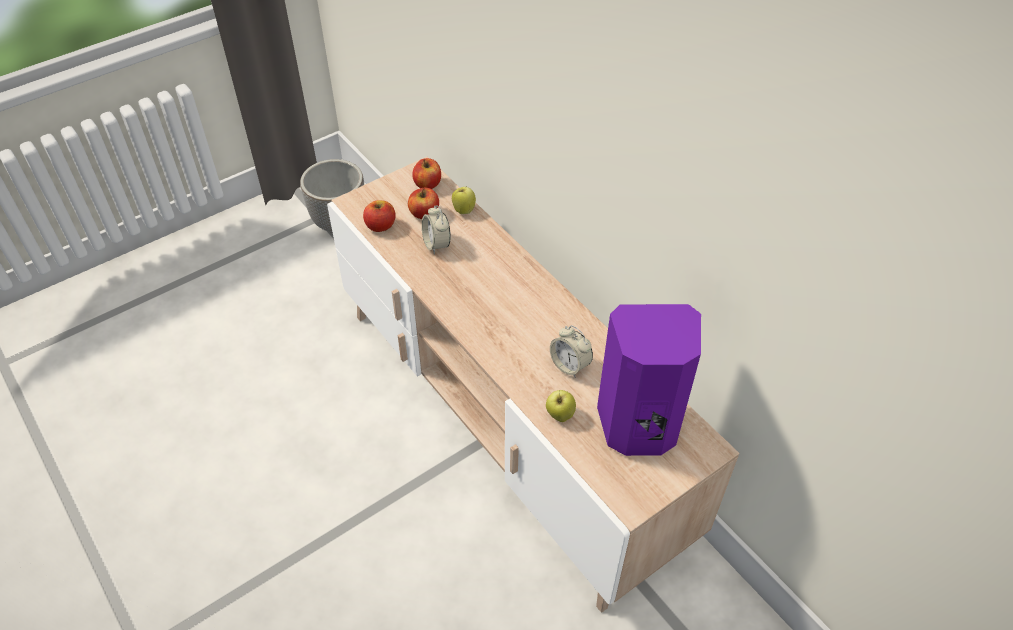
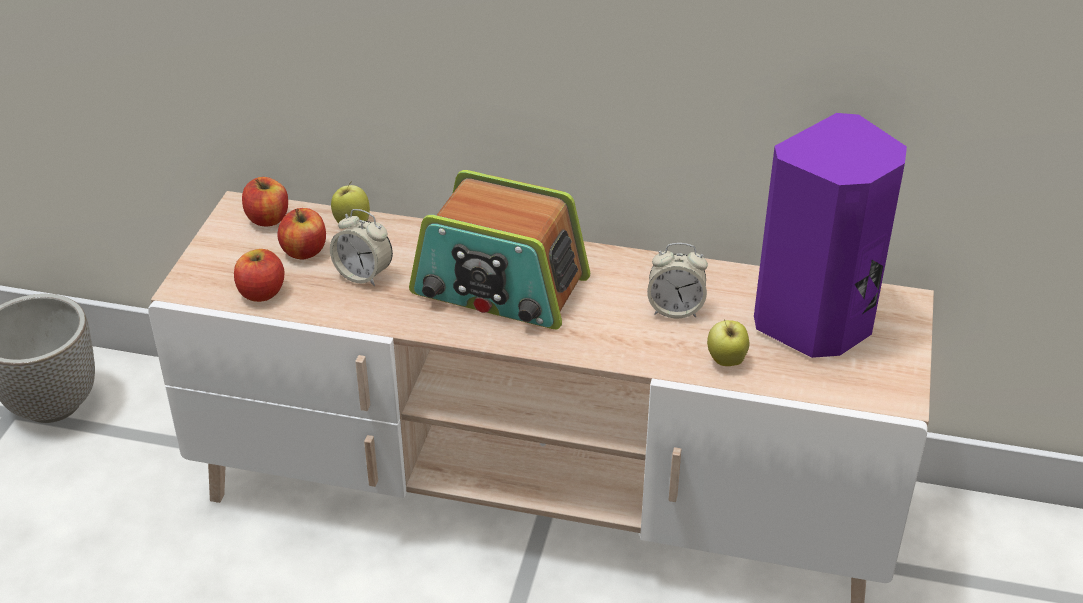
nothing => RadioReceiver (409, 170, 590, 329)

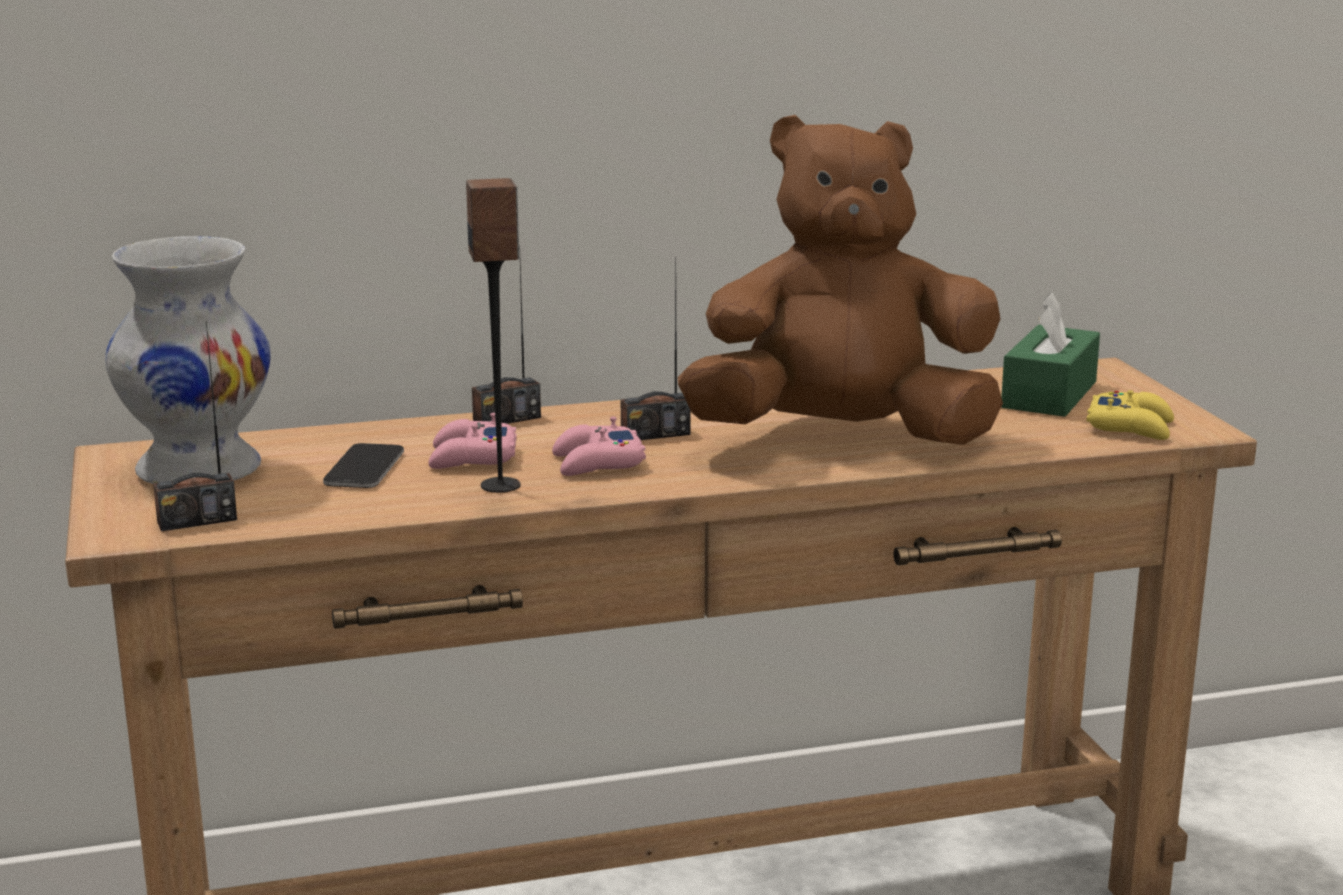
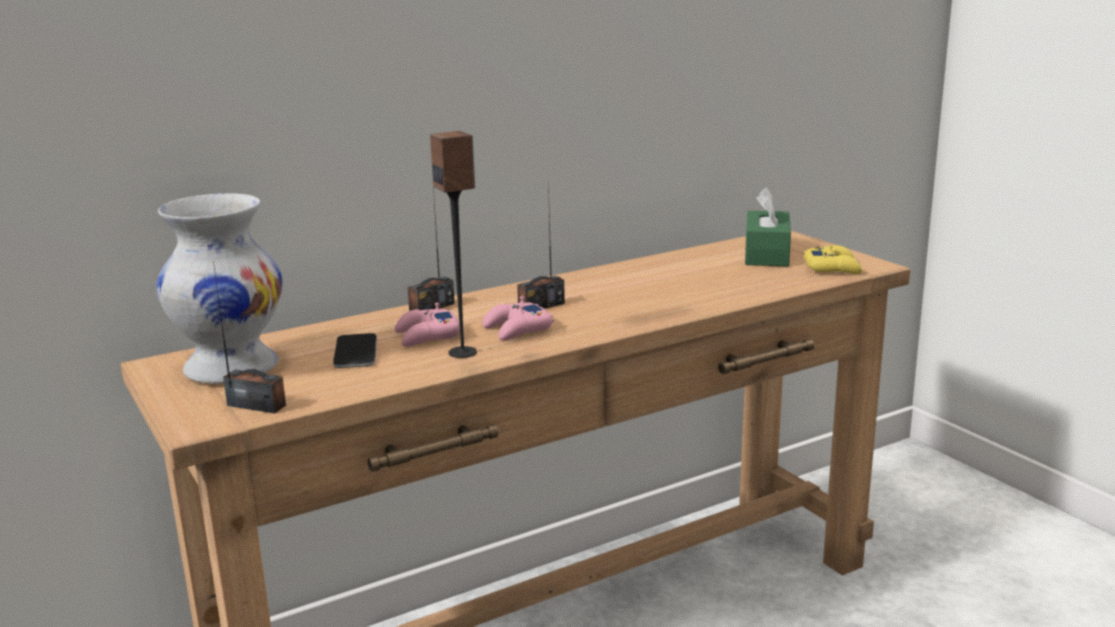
RadioReceiver (153, 321, 237, 531) => RadioReceiver (213, 261, 286, 414), 120 degrees counterclockwise
BrownColouredSoftToy (678, 115, 1003, 445) => nothing

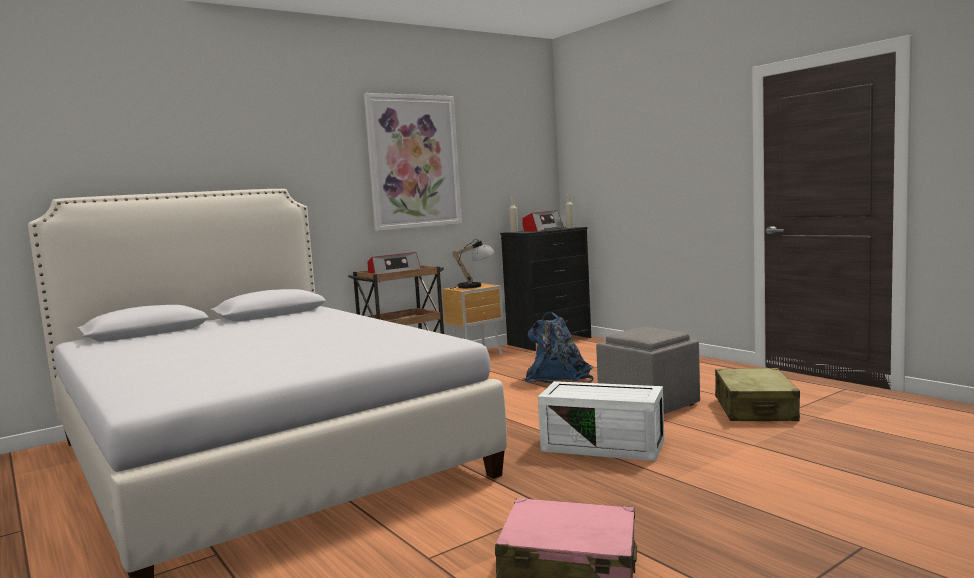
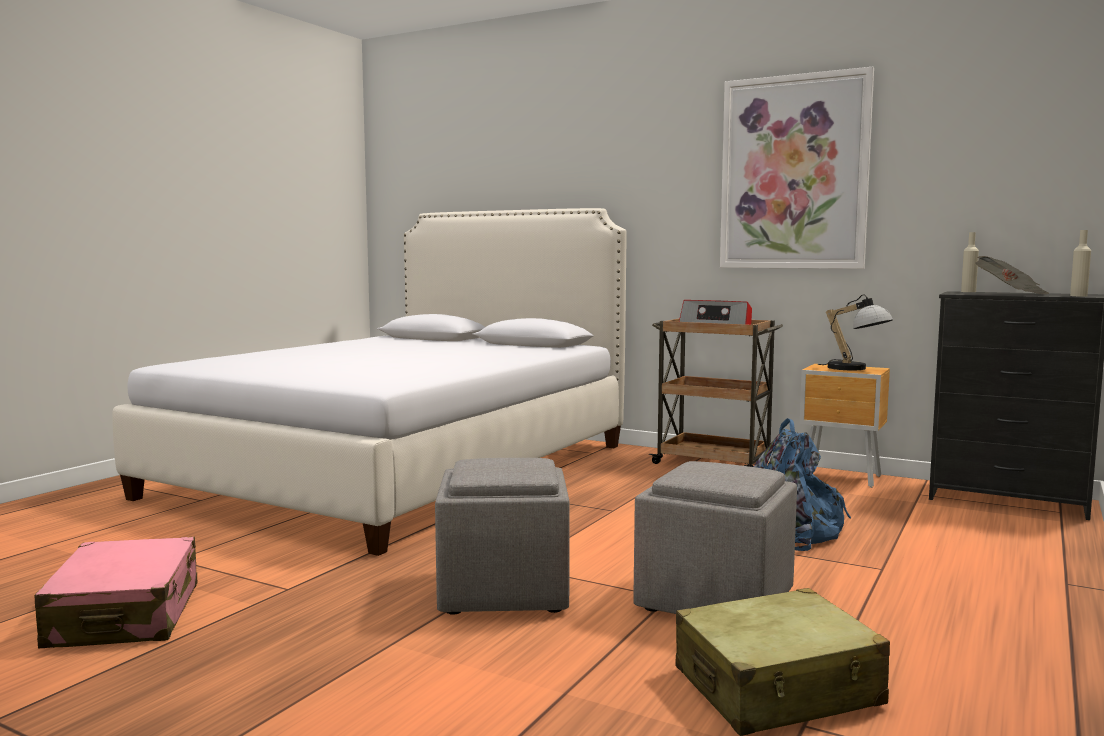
RadioReceiver (522, 210, 564, 232) => DailyPaper (975, 256, 1049, 294)
WhitishStorageContainer (538, 381, 664, 461) => GreyFootrest (435, 458, 570, 615)

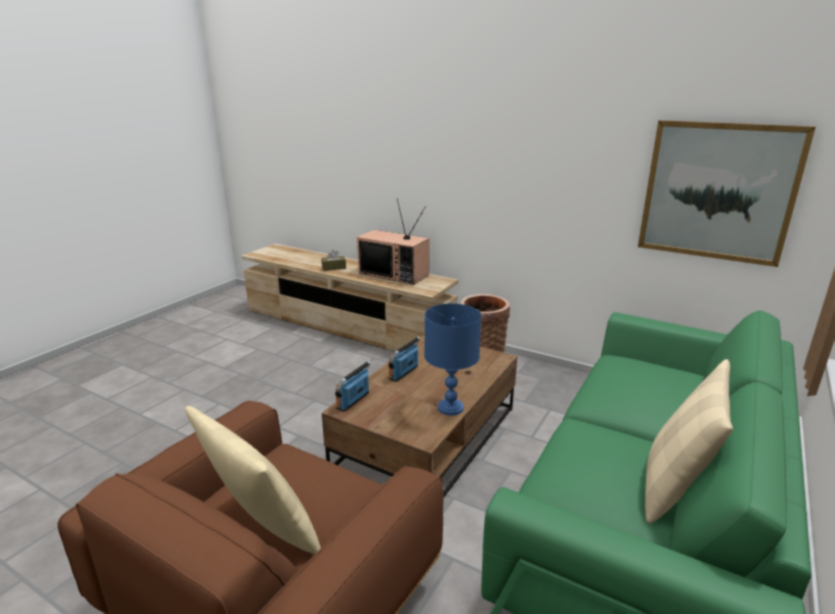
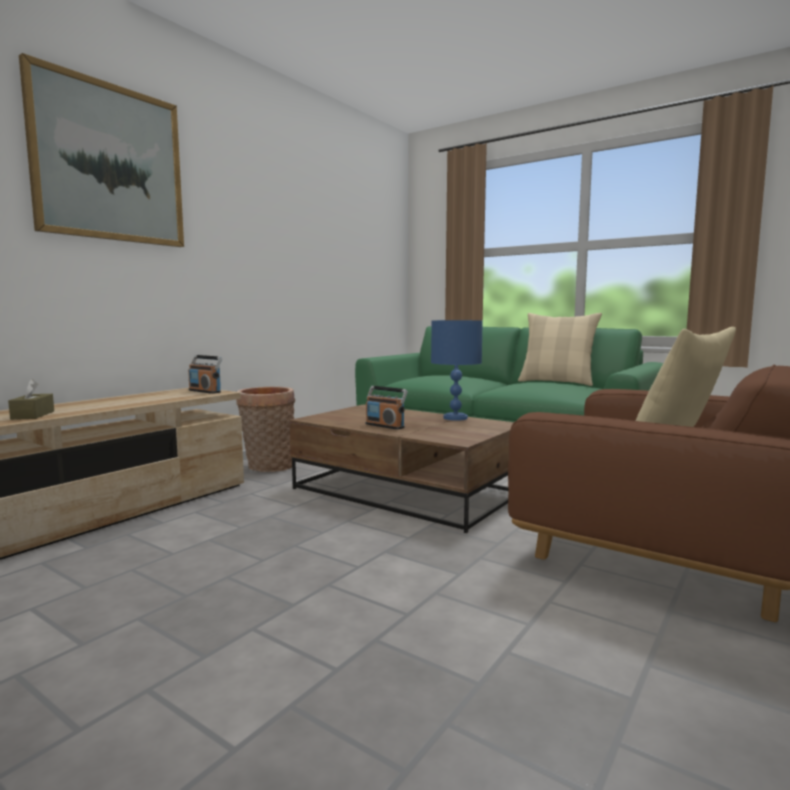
RadioReceiver (335, 361, 371, 412) => RadioReceiver (188, 355, 222, 394), relocated
Tv (357, 199, 429, 285) => nothing
WallPicture (638, 120, 816, 267) => WallPicture (19, 53, 184, 247), relocated

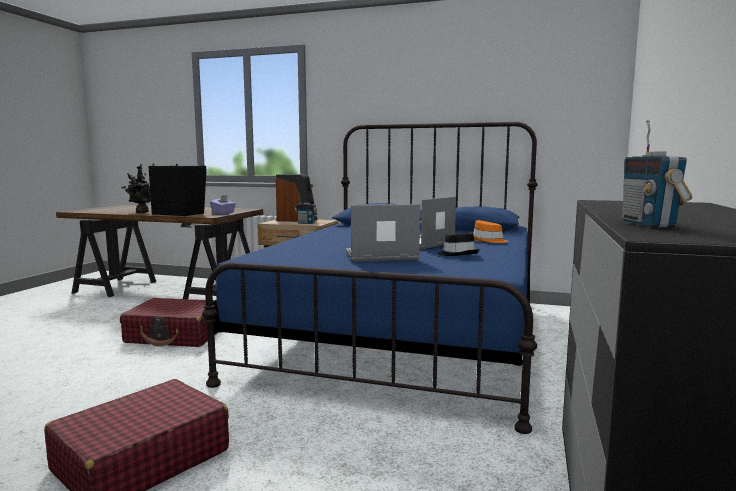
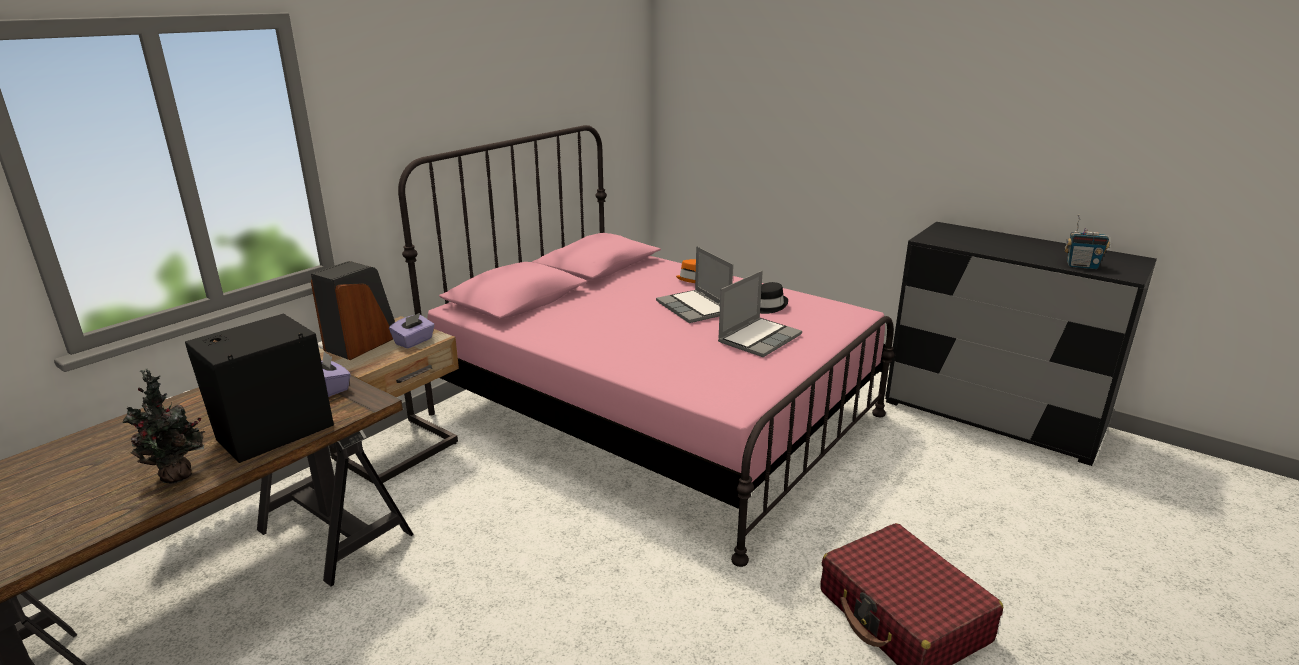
ReddishSuitcase (120, 298, 218, 347) => nothing
BlueBedroomBed (202, 122, 538, 434) => PinkishBedroomBed (398, 125, 895, 567)
RadioReceiver (295, 193, 317, 224) => PurpleColouredBoxOfTissues (389, 313, 435, 349)
Laptop (345, 204, 420, 262) => Laptop (718, 271, 802, 357), 150 degrees counterclockwise

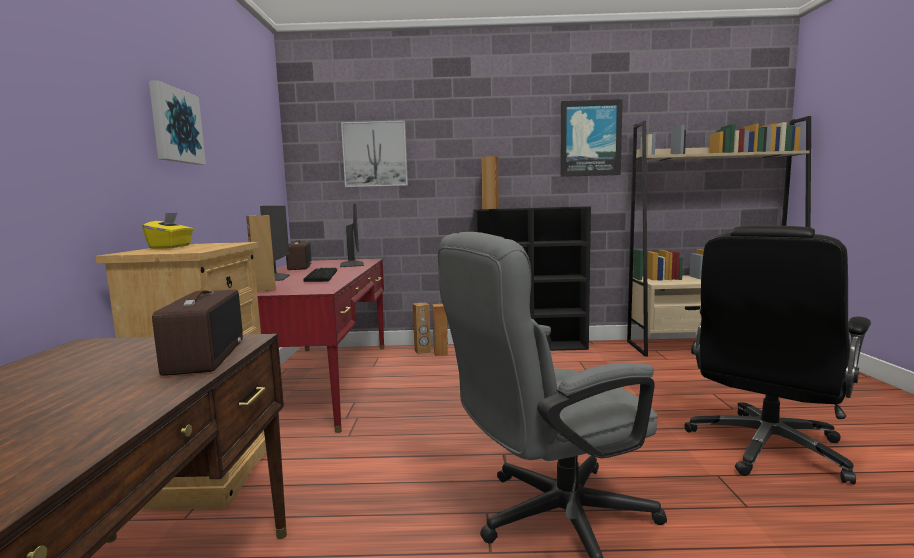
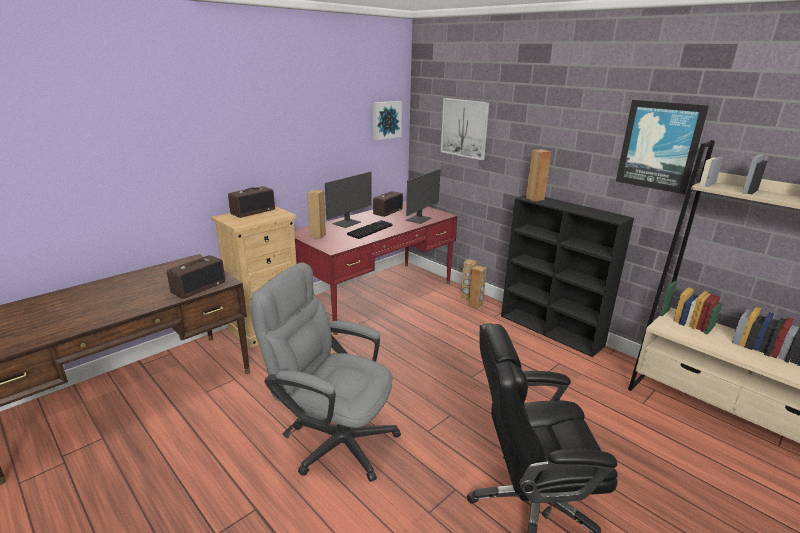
YellowColouredBoxOfTissues (142, 213, 193, 249) => RadioReceiver (228, 186, 275, 218)
WallPicture (149, 80, 206, 165) => WallPicture (373, 101, 402, 140), relocated

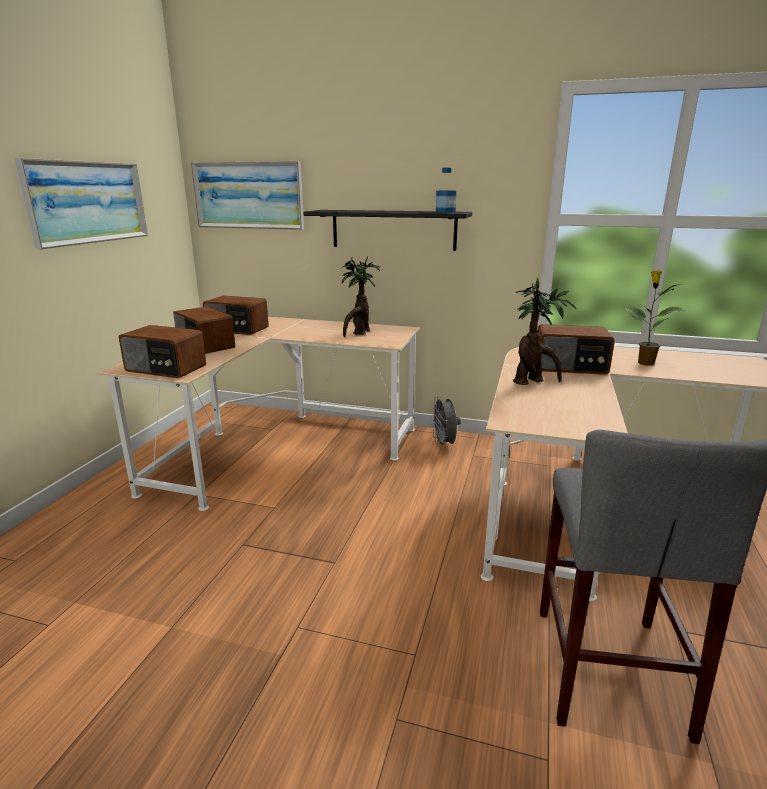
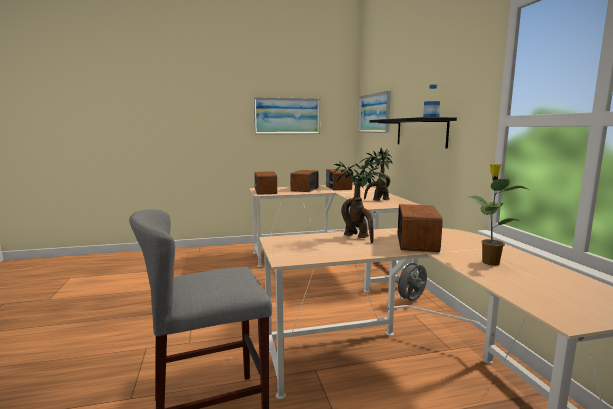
RadioReceiver (538, 324, 615, 375) => RadioReceiver (398, 204, 443, 252), 150 degrees counterclockwise

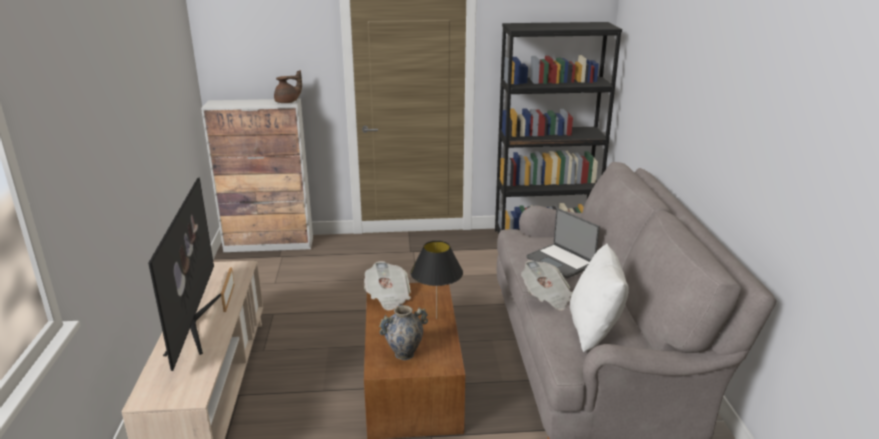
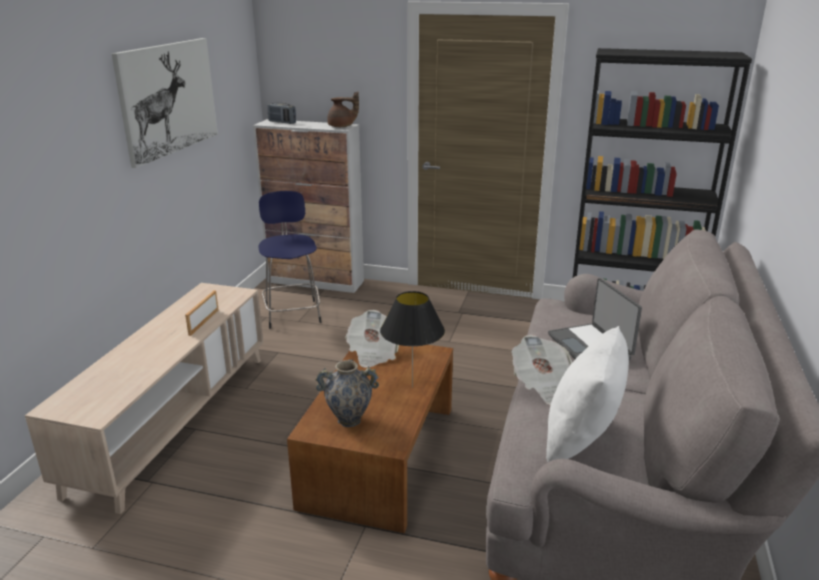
Tv (148, 178, 221, 371) => nothing
nothing => WallPicture (111, 38, 218, 168)
nothing => BlueSittingStool (259, 191, 322, 329)
nothing => RadioReceiver (267, 102, 296, 124)

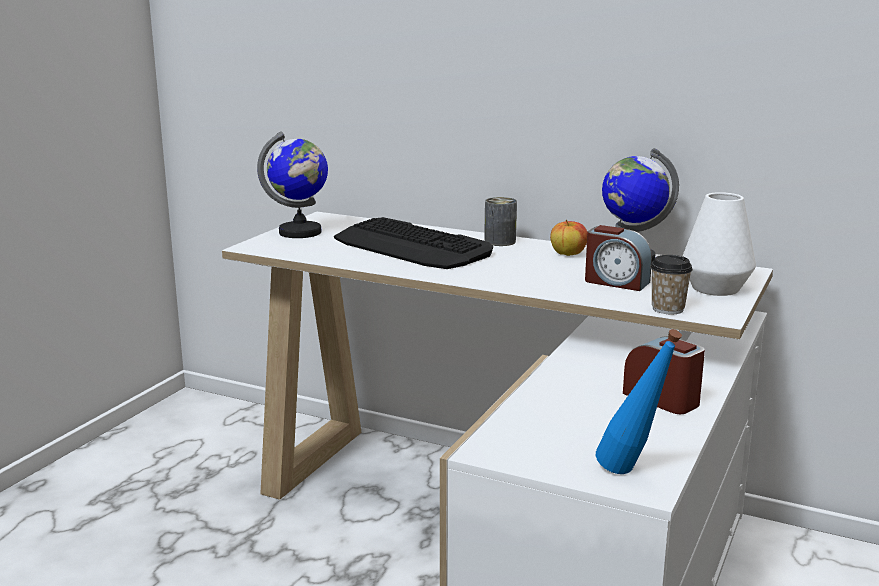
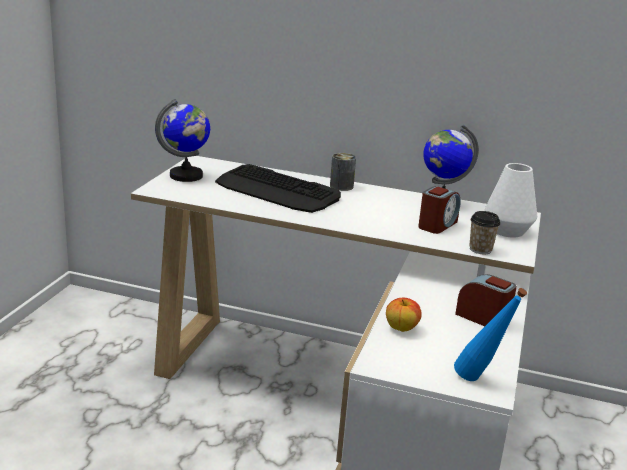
WholeApple (550, 220, 587, 256) => WholeApple (386, 298, 422, 332), relocated
TableClock (585, 225, 652, 291) => TableClock (418, 186, 461, 234), 75 degrees counterclockwise

